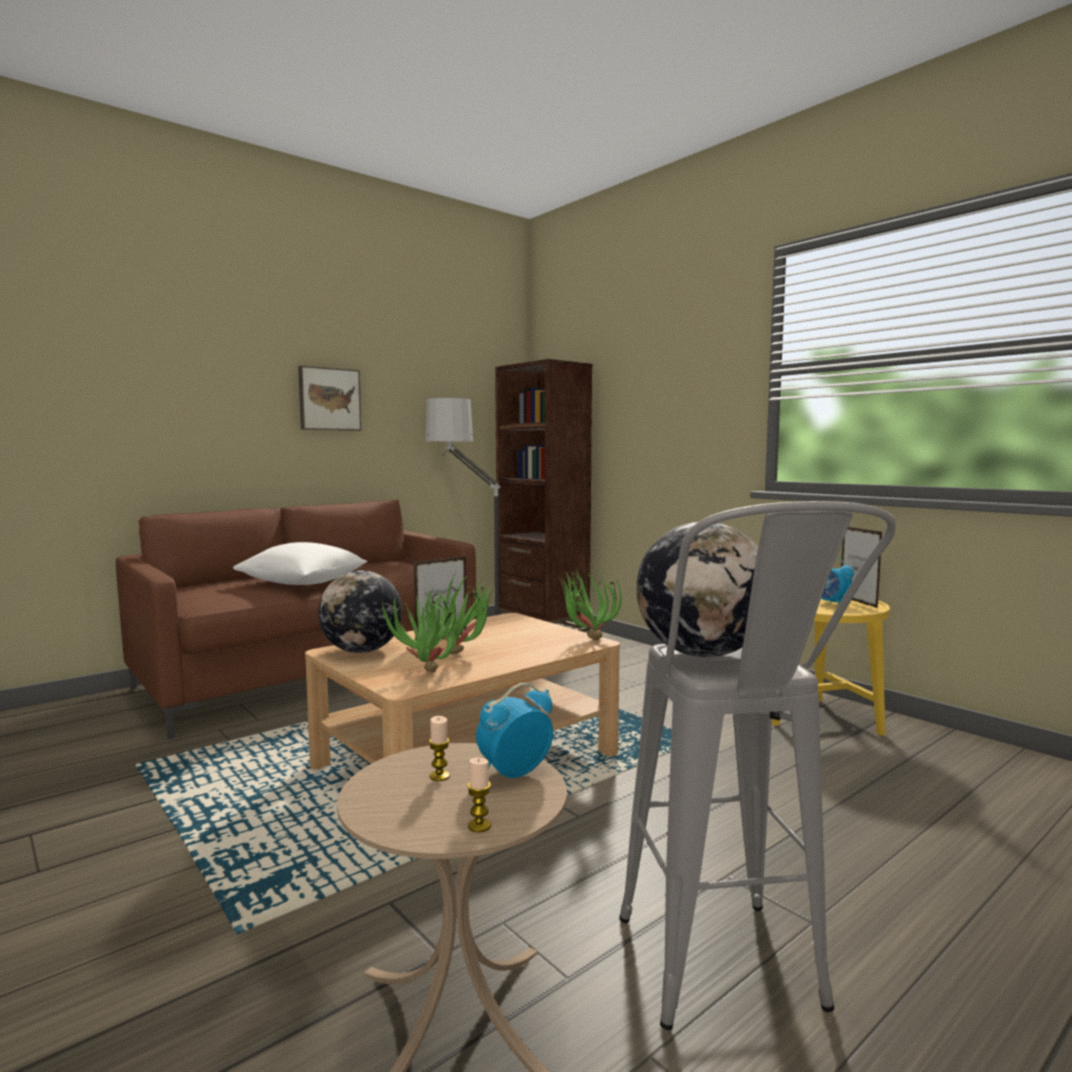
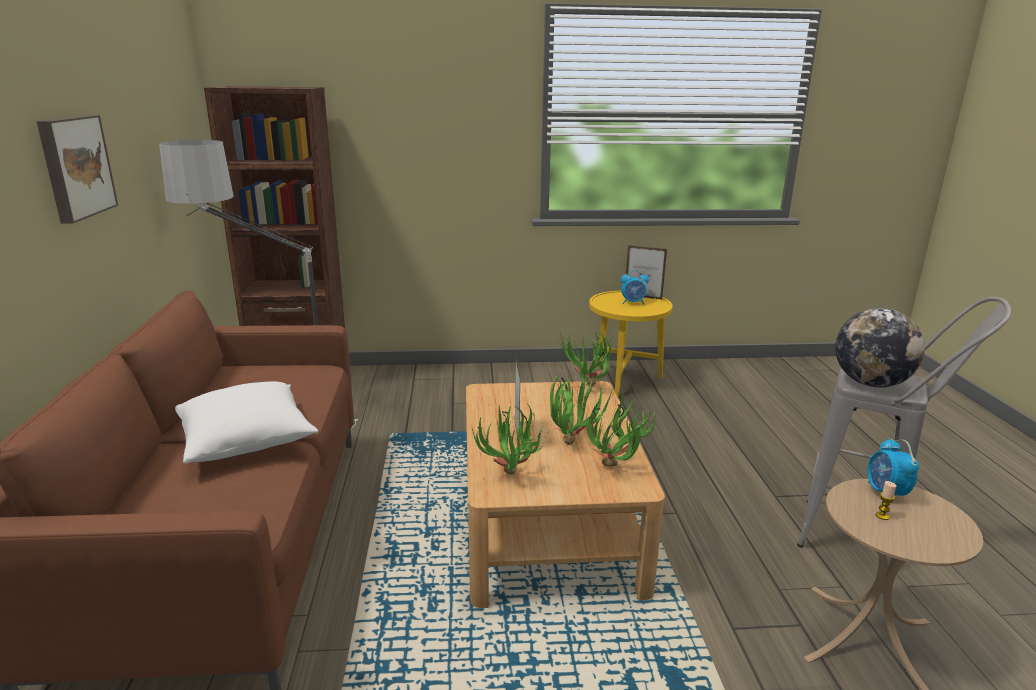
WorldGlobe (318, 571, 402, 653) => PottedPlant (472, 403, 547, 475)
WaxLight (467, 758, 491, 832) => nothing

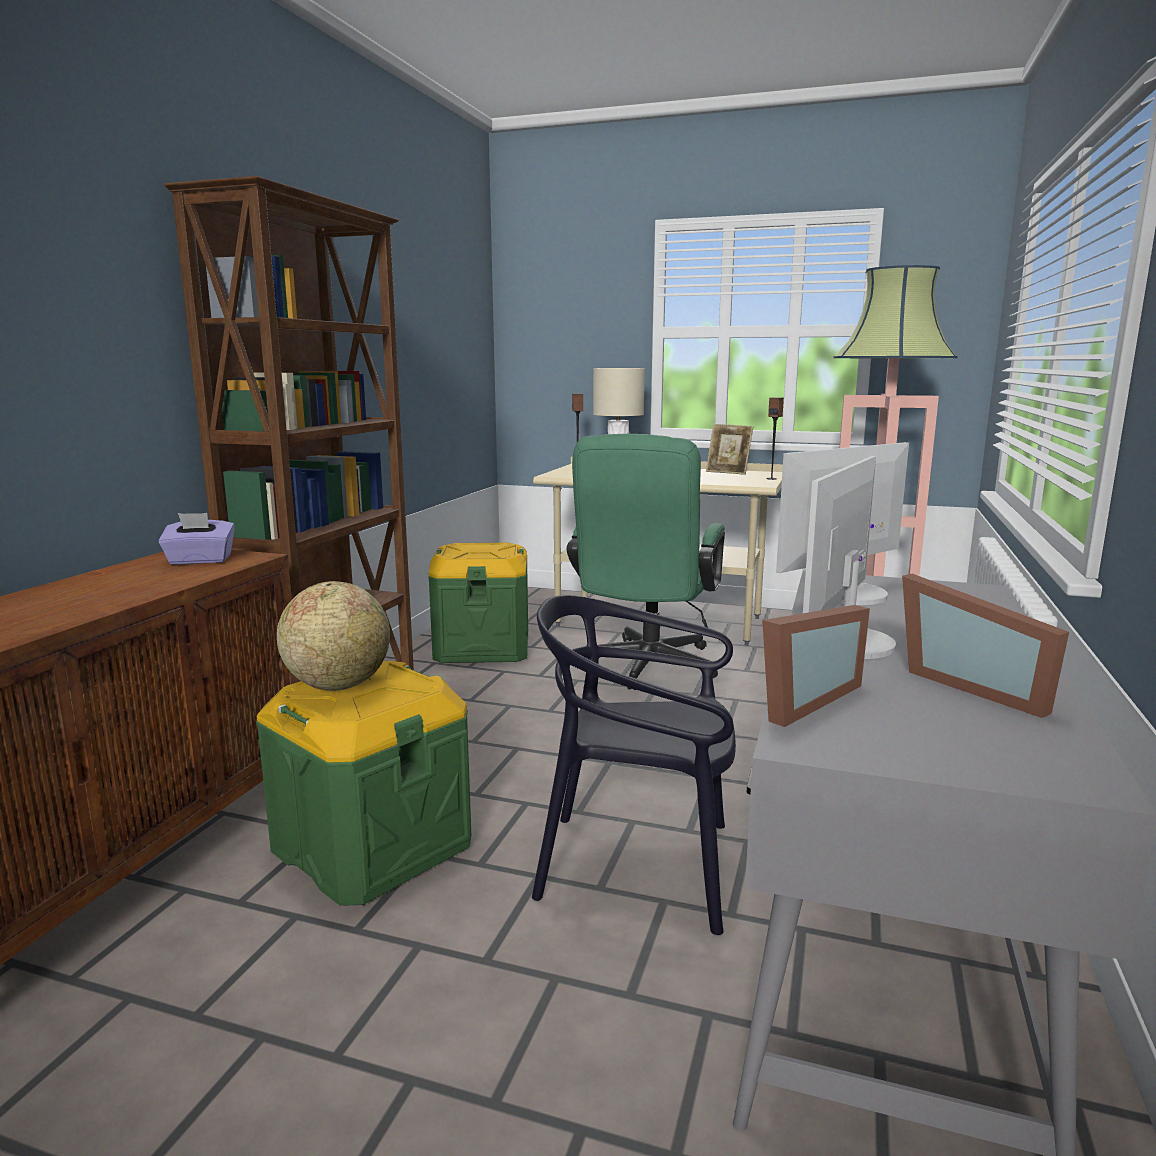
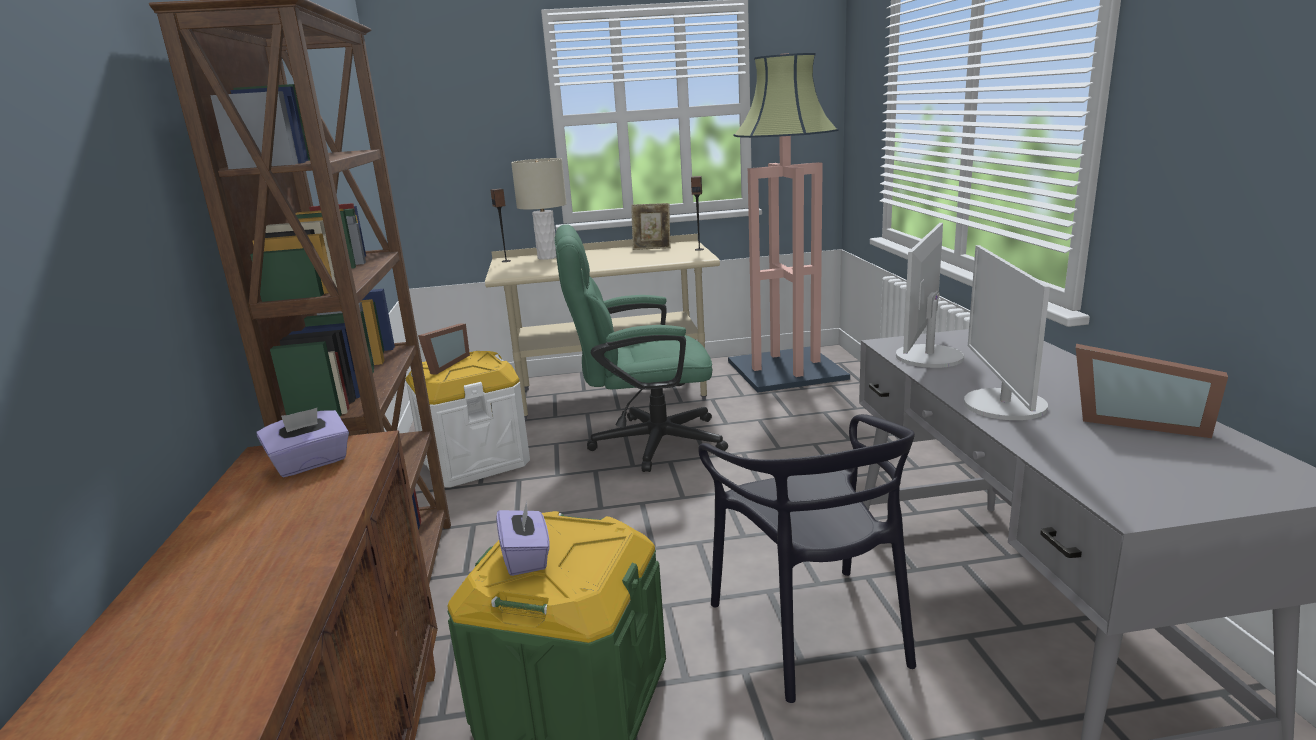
WorldGlobe (277, 581, 390, 691) => PurpleColouredBoxOfTissues (496, 501, 550, 576)
GreenColouredStorageContainer (428, 543, 528, 663) => WhitishStorageContainer (406, 351, 530, 488)
BlackColouredPlainChair (532, 595, 736, 935) => BlackColouredPlainChair (698, 414, 916, 703), 90 degrees counterclockwise
GreenColouredDeskChair (567, 434, 725, 690) => GreenColouredDeskChair (554, 224, 728, 472), 90 degrees clockwise
PictureFrame (762, 605, 870, 727) => PictureFrame (418, 323, 470, 375), relocated

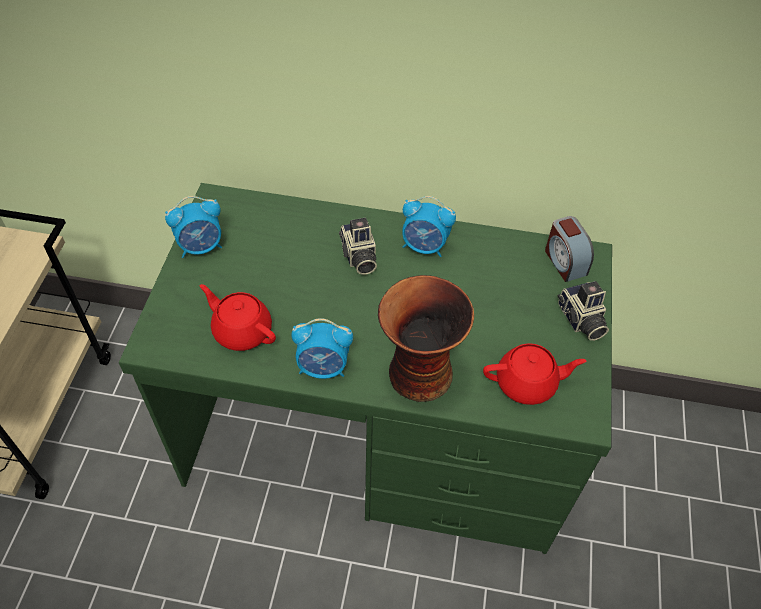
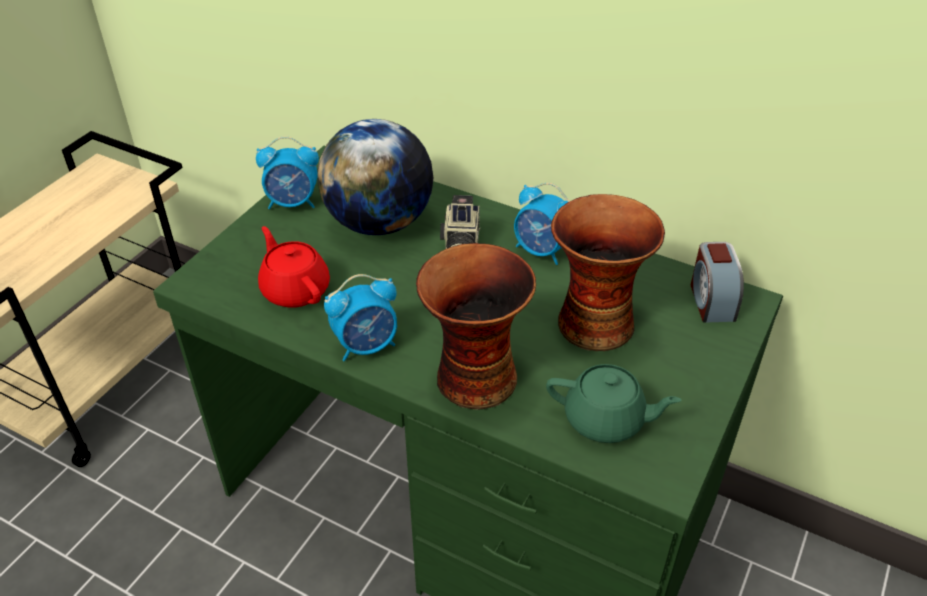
TableClock (291, 318, 353, 379) => TableClock (324, 274, 397, 361), 45 degrees counterclockwise
ReddishPotForTea (483, 343, 587, 405) => GreenColouredPotForTea (546, 364, 682, 443)
PhotoCamera (557, 281, 609, 341) => nothing
nothing => WorldGlobe (317, 119, 433, 235)
nothing => DecorativeVase (551, 194, 665, 351)

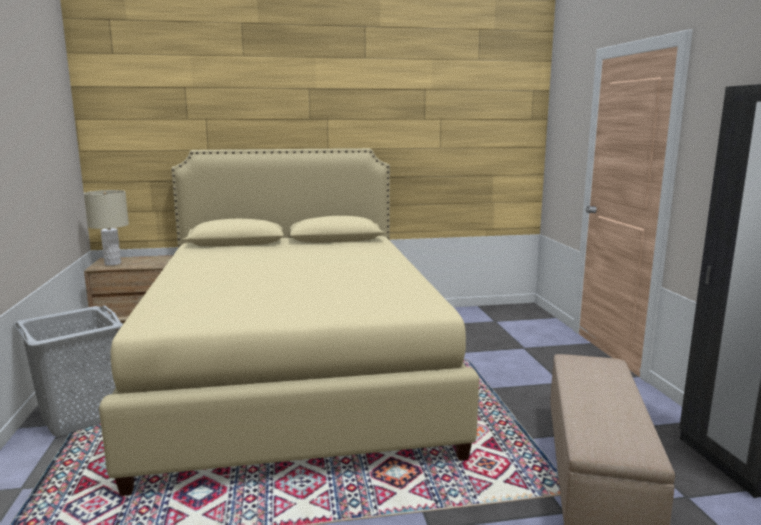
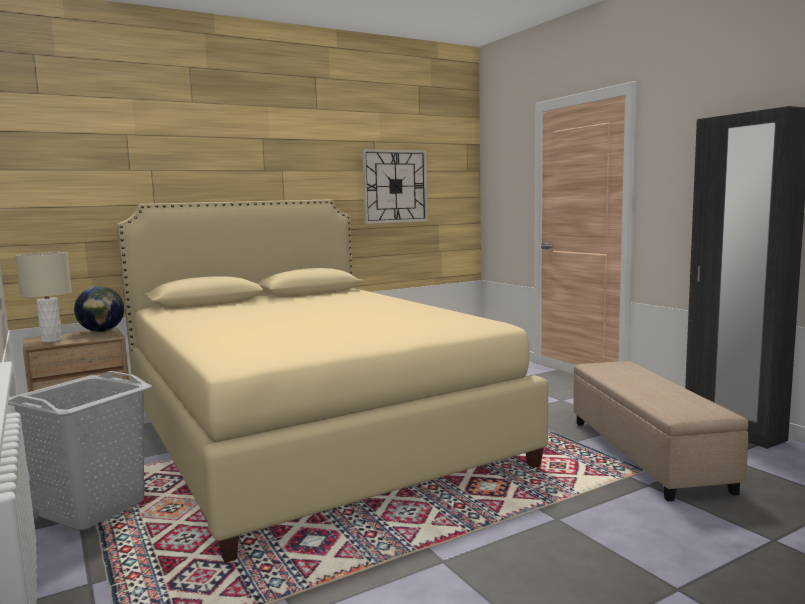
nothing => WorldGlobe (74, 286, 124, 332)
nothing => WallClock (362, 149, 428, 224)

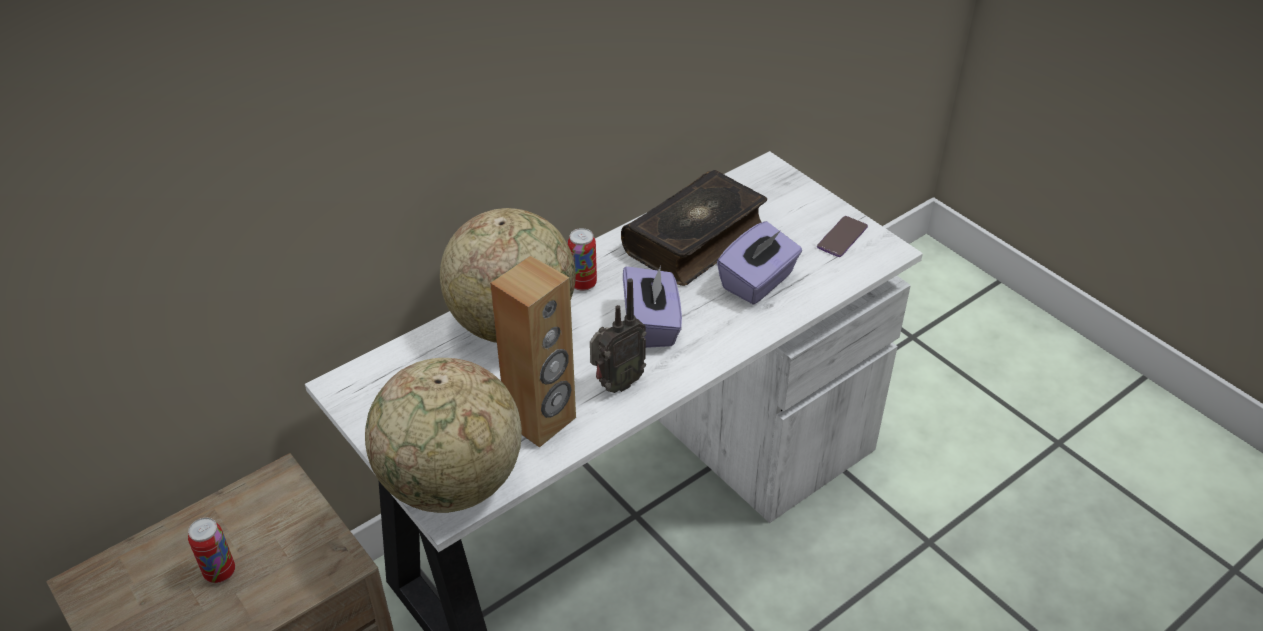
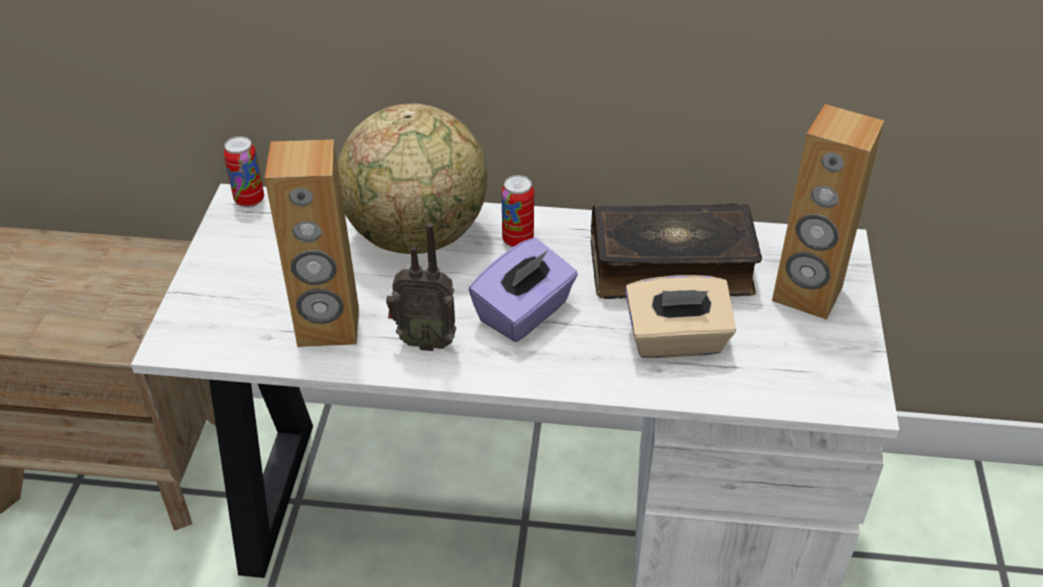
MetalCan (188, 518, 235, 583) => MetalCan (224, 136, 264, 207), relocated
WorldGlobe (365, 358, 522, 513) => nothing
PurpleColouredBoxOfTissues (717, 221, 802, 304) => SandColouredBoxOfTissues (625, 275, 736, 358)
Handset (817, 216, 868, 257) => nothing
nothing => BrownColouredAudioSpeaker (772, 104, 884, 320)

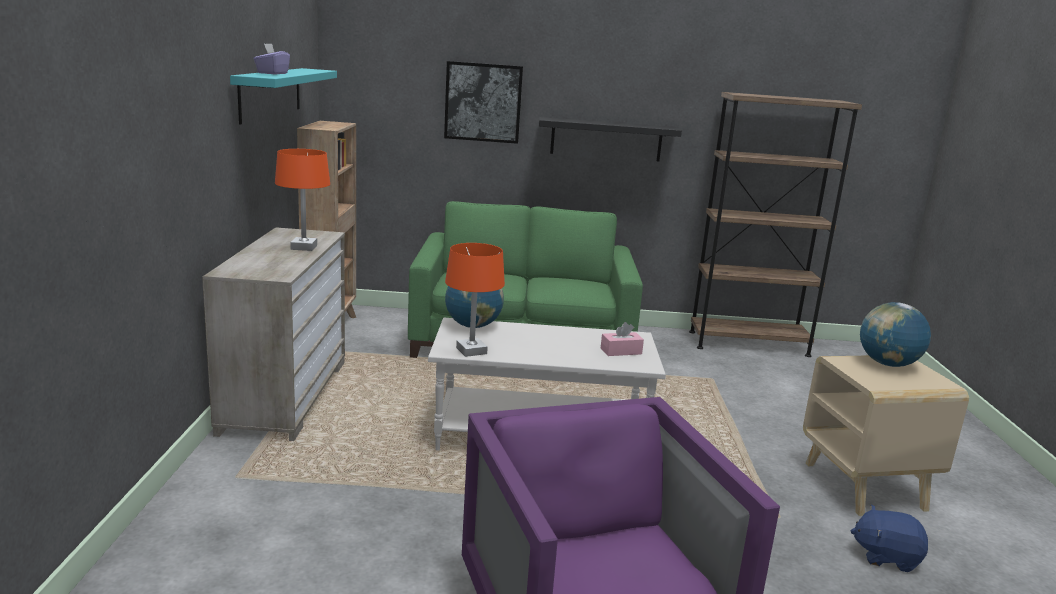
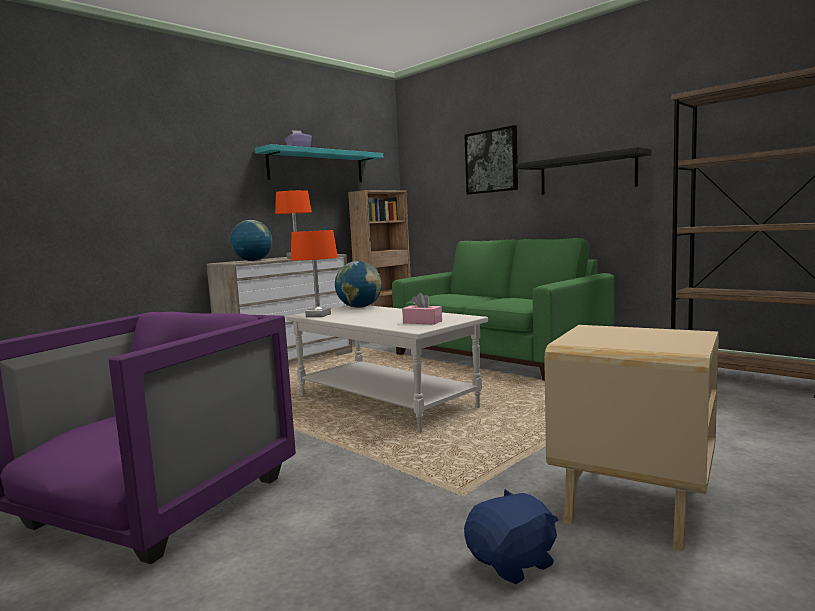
BlueSoftToy (851, 504, 928, 572) => BlueSoftToy (464, 489, 559, 584), 90 degrees clockwise
WorldGlobe (860, 302, 931, 367) => WorldGlobe (230, 220, 273, 261), relocated

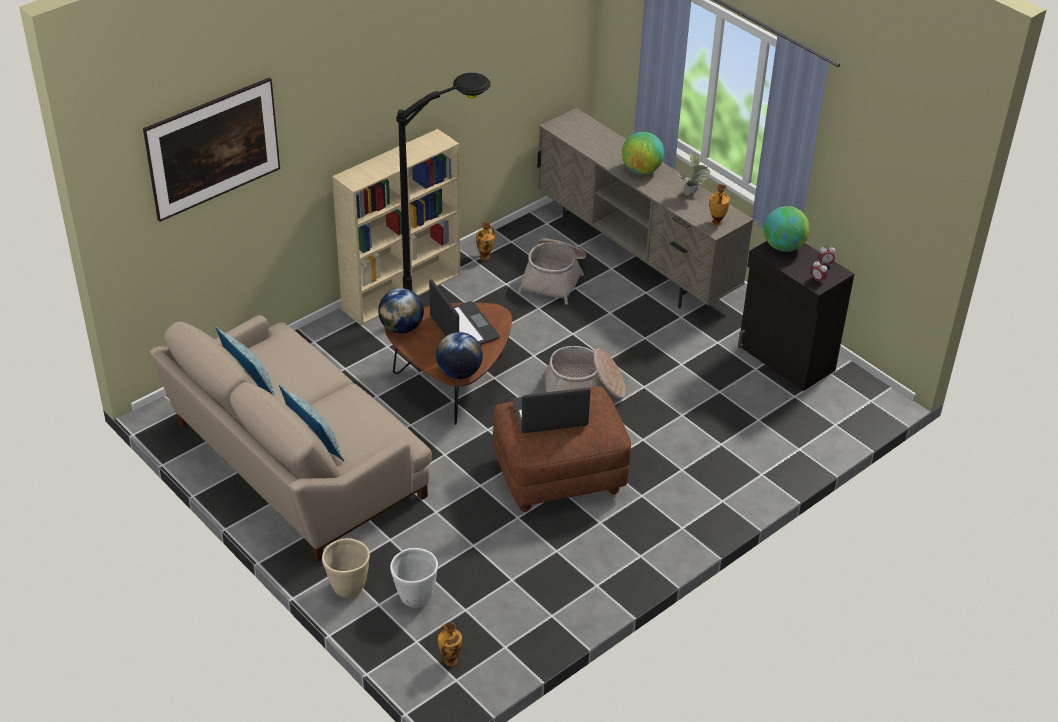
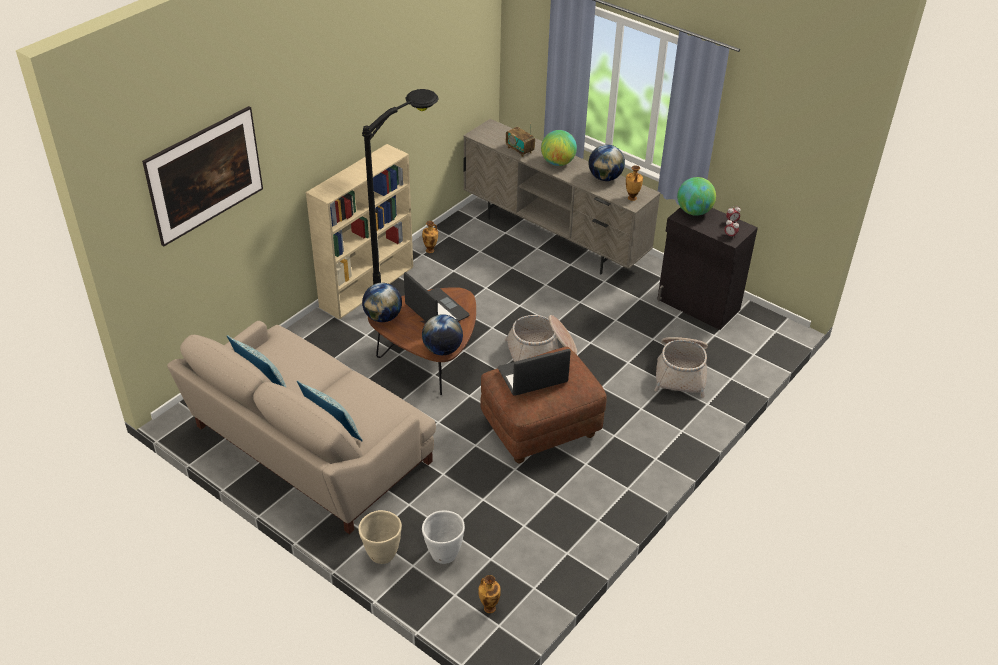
Basket (518, 239, 586, 305) => Basket (654, 337, 708, 398), relocated
PottedPlant (677, 153, 710, 195) => WorldGlobe (589, 145, 625, 181)
nothing => RadioReceiver (506, 122, 535, 157)

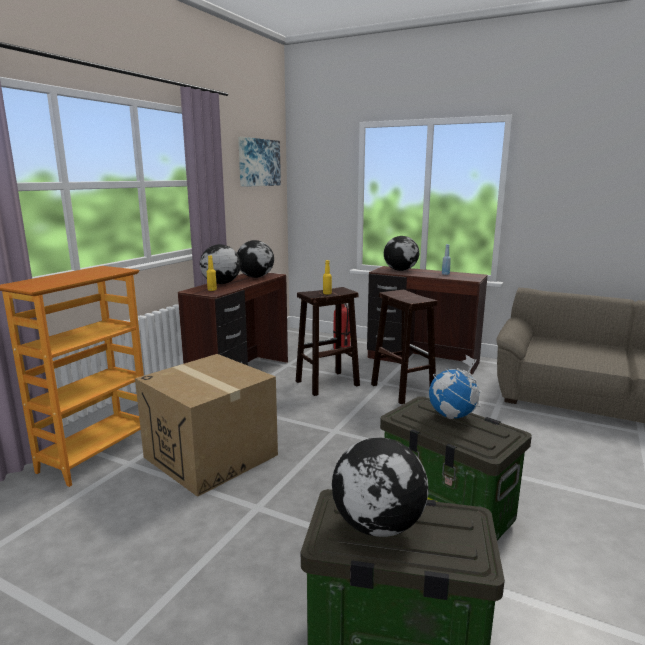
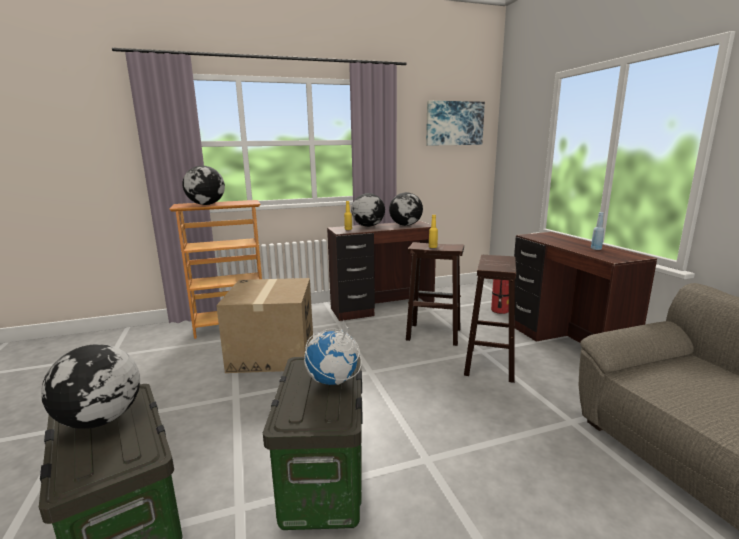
WorldGlobe (384, 236, 419, 271) => WorldGlobe (182, 165, 225, 205), relocated

